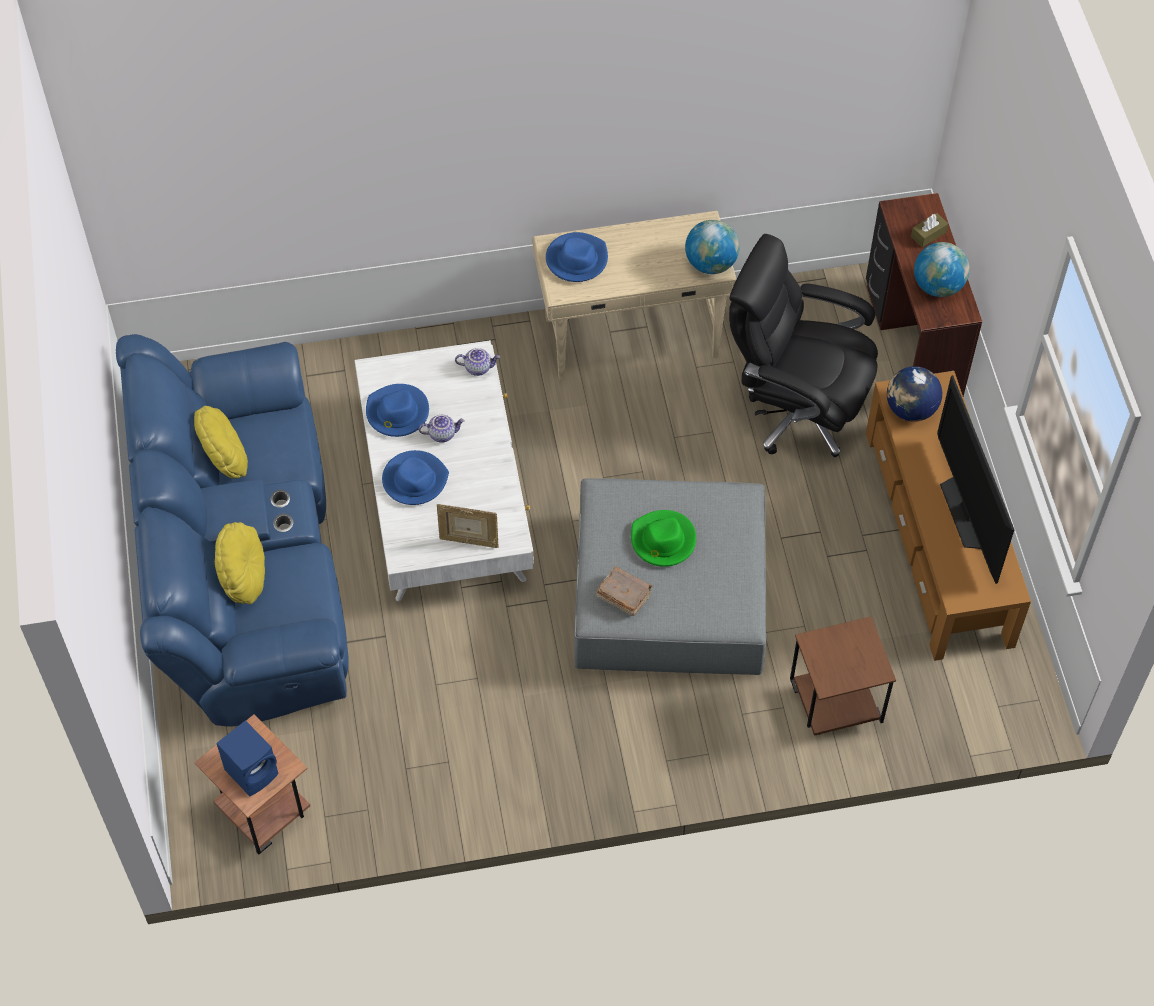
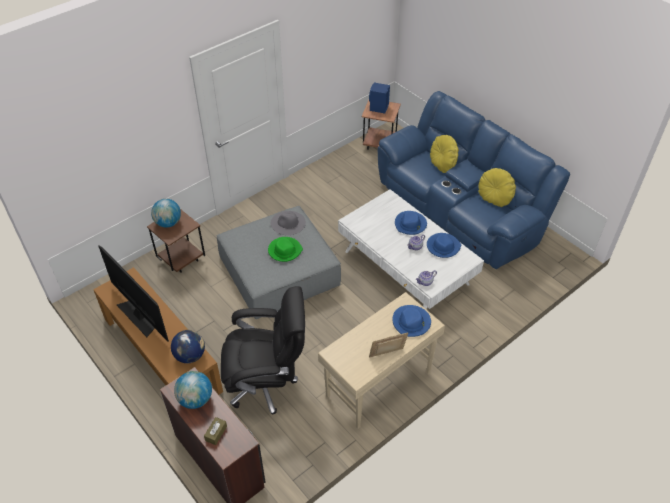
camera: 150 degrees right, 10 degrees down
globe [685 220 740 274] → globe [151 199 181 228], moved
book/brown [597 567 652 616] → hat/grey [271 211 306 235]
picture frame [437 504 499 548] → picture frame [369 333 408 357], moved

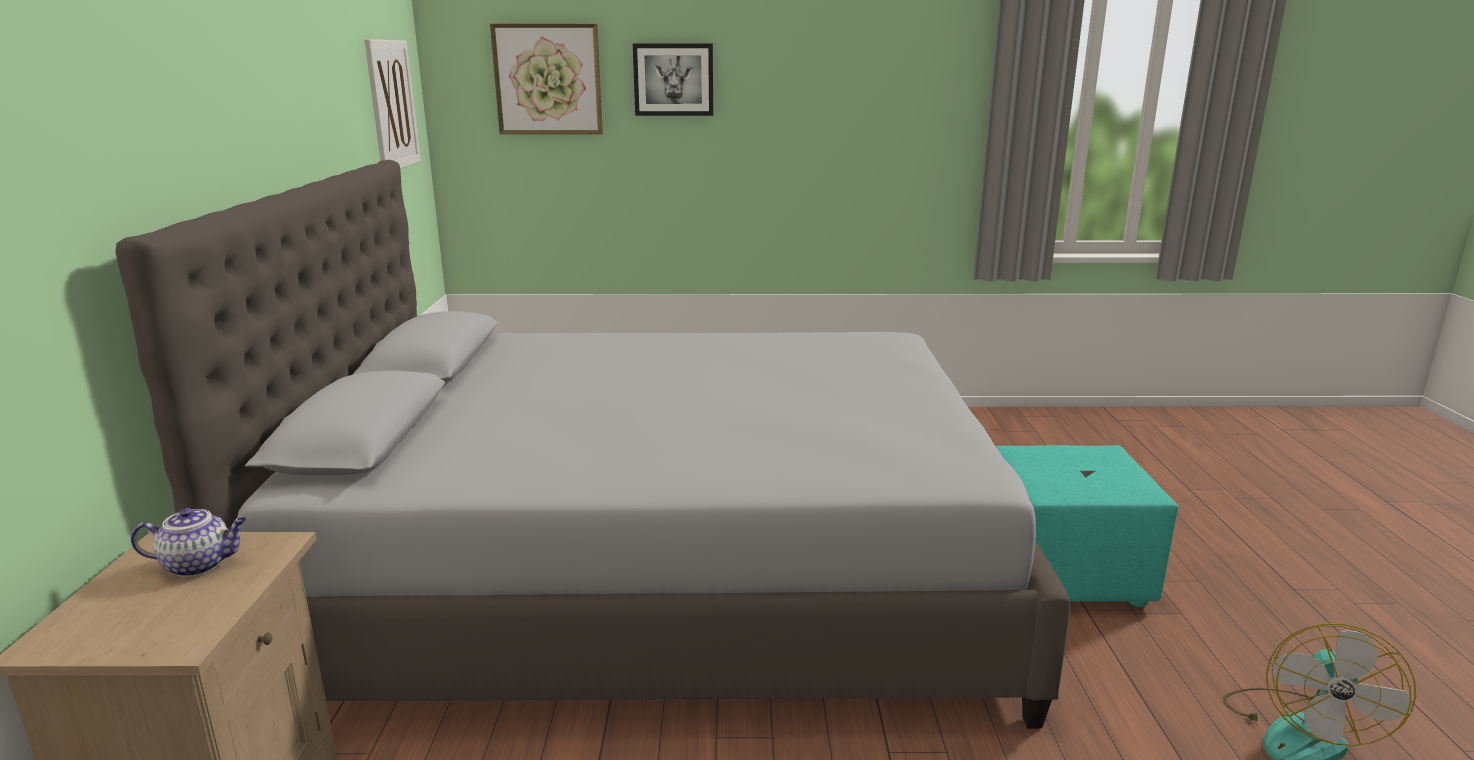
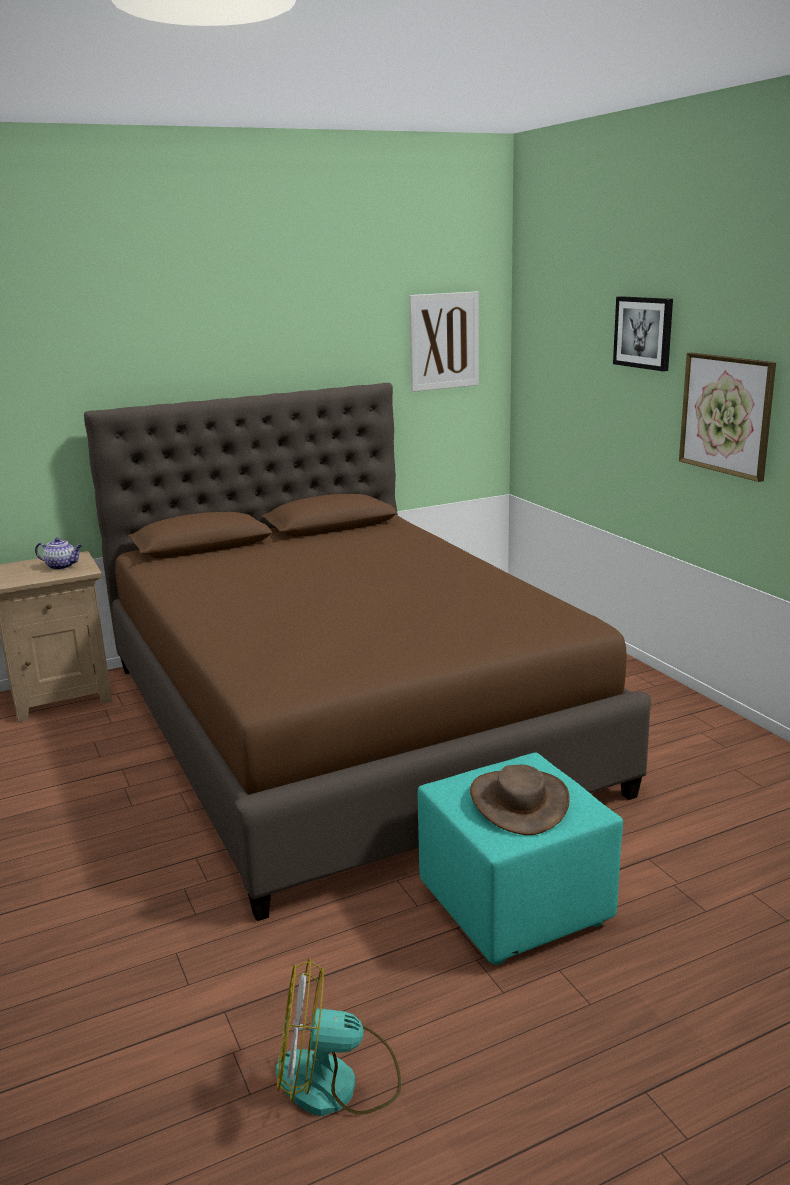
camera: 65 degrees right, 0 degrees up
teapot [131 508 247 577] → teapot [35 538 82 570], 45 degrees counterclockwise
bed/grey [115 160 1070 728] → bed/brown [84 383 651 921]
- → hat/brown [470 764 570 835]
picture [490 23 603 134] → picture [679 353 776 482], moved

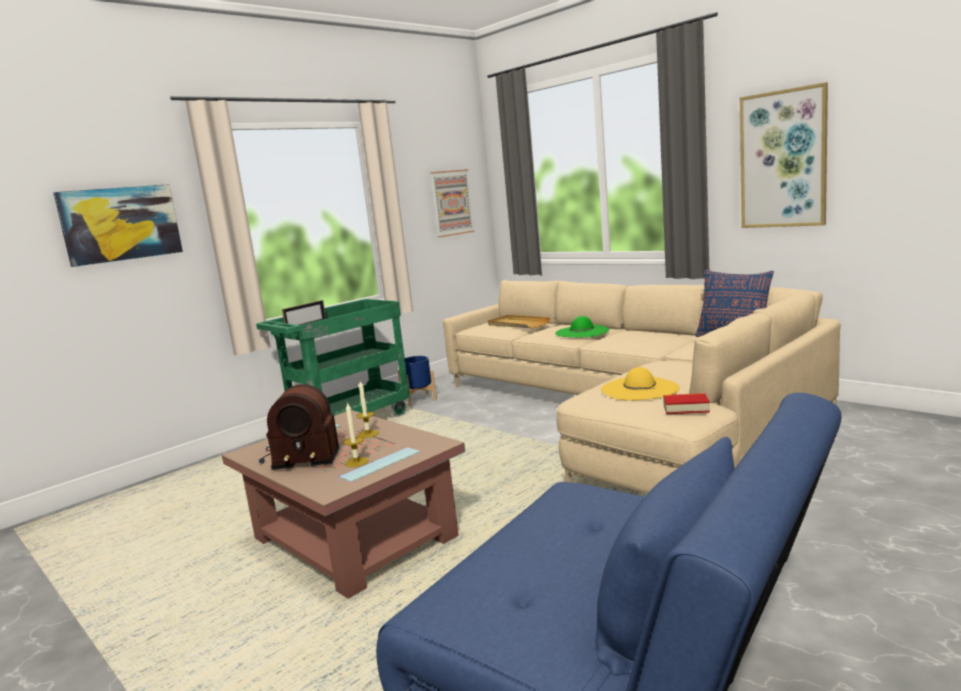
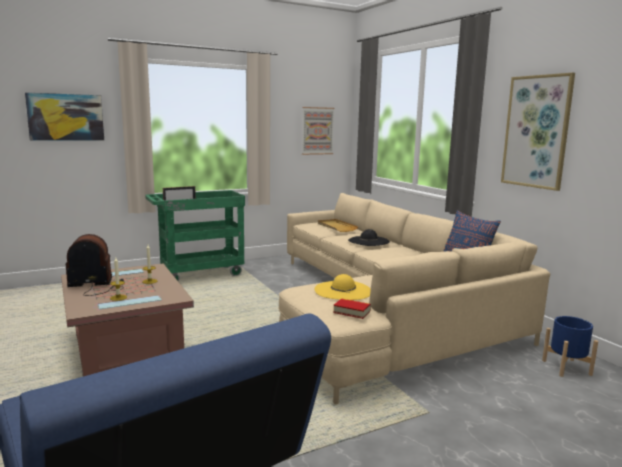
camera: 15 degrees right, 0 degrees up
radio [259 384 340 470] → radio [66 234 124 296], 150 degrees clockwise
hat/green [555 316 610 337] → hat/black [348 229 390 246]
planter/blue [398 356 437 406] → planter/blue [542 316 598 377], moved

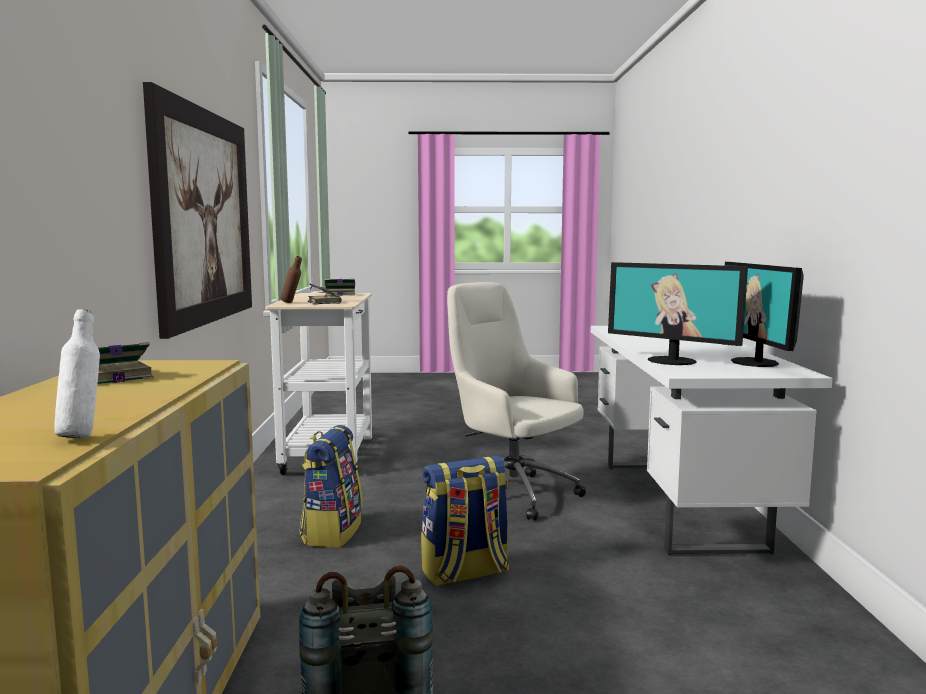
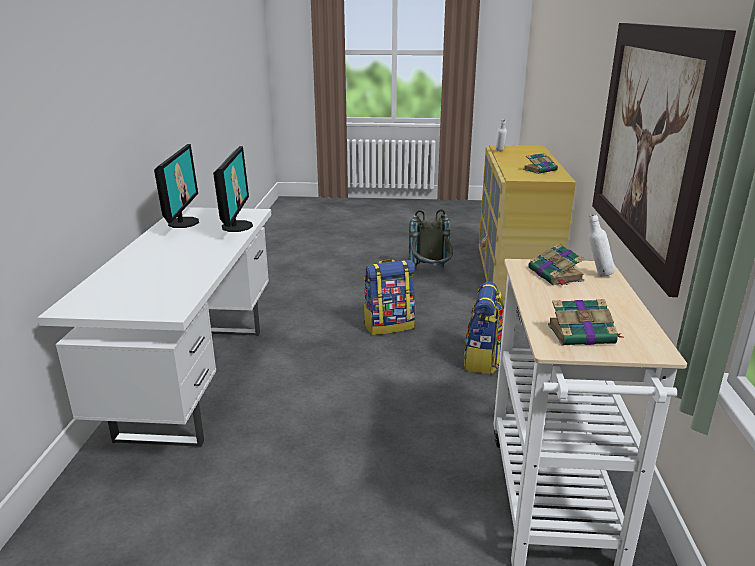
camera: 175 degrees left, 15 degrees up
monitor [608 262 748 365] → monitor [213 146 253 232], 45 degrees clockwise
bottle/brown [281 256 302 303] → bottle/white [589 214 615 277]
office chair/beige [447 282 586 520] → -

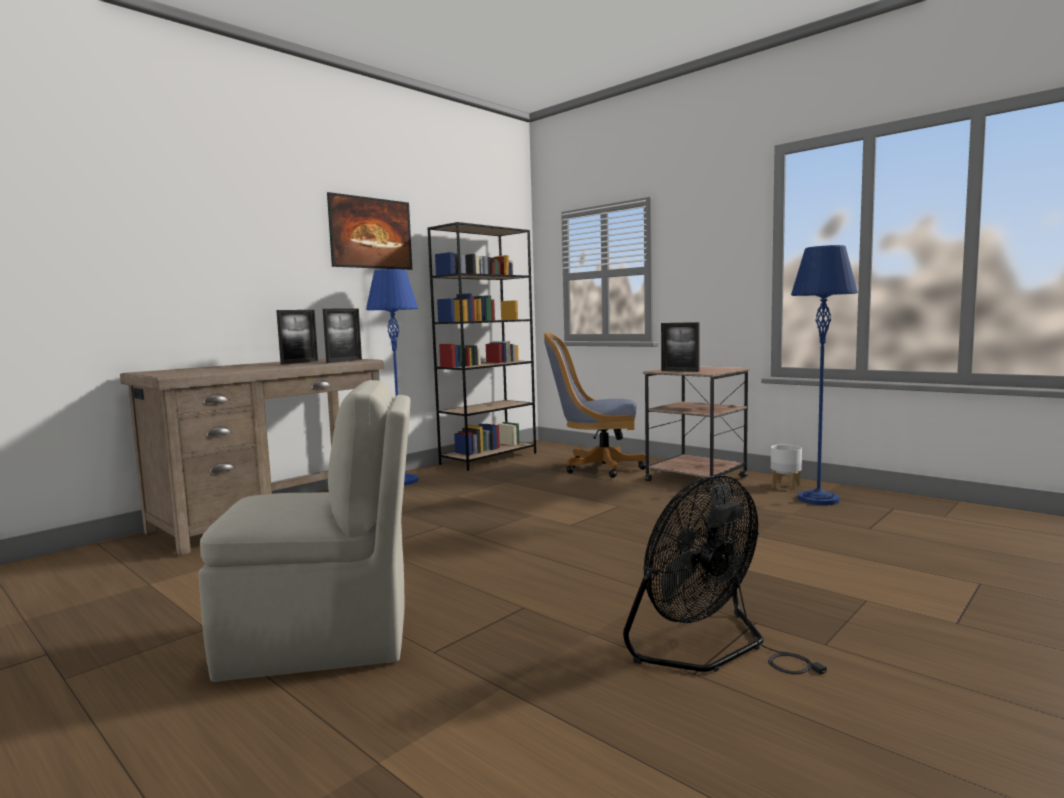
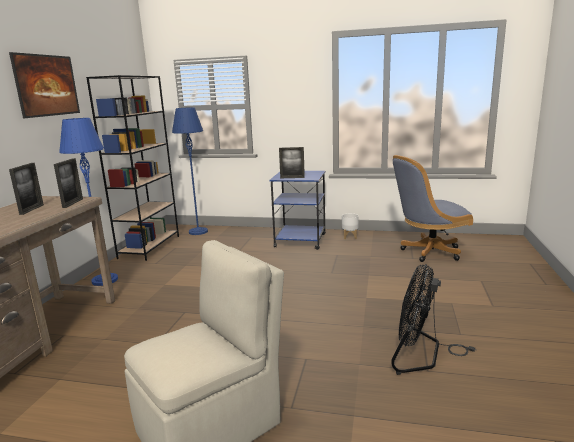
camera: 30 degrees left, 10 degrees up
floor lamp/blue [791 245 858 505] → floor lamp/blue [172 107 208 235], moved
cart/brown [643 366 750 492] → cart/blue [269 171 326 250]
office chair/blue [544 332 646 478] → office chair/blue [393 155 473 262], moved

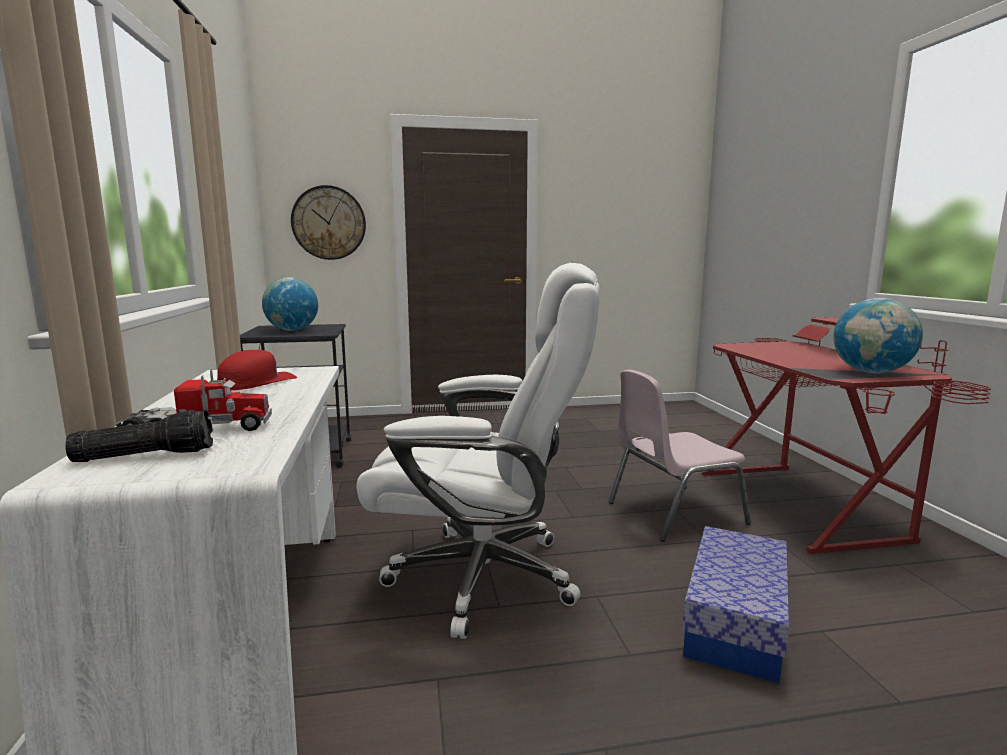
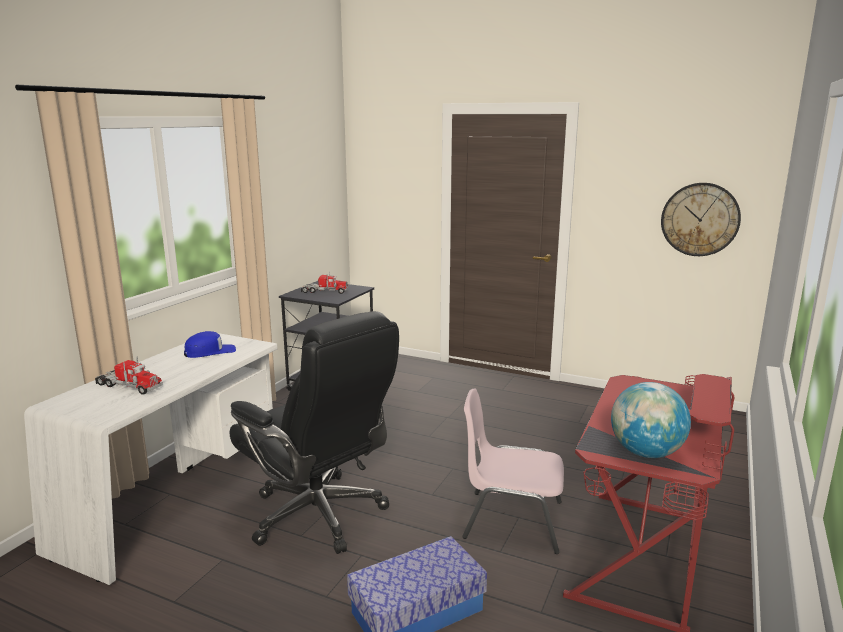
camera: 35 degrees right, 5 degrees up
cap/red [217 350 297 390] → cap/blue [184 331 236 358]
office chair/white [357 263 600 639] → office chair/black [230 311 399 554]
globe [262 278 318 331] → toy truck [301 272 348 294]
wall clock [291 185 366 260] → wall clock [661 183 741 256], moved
flashlight [65 410 213 462] → -

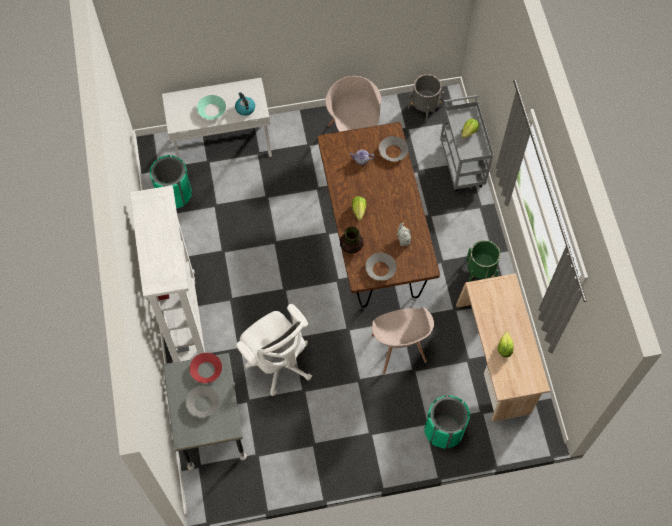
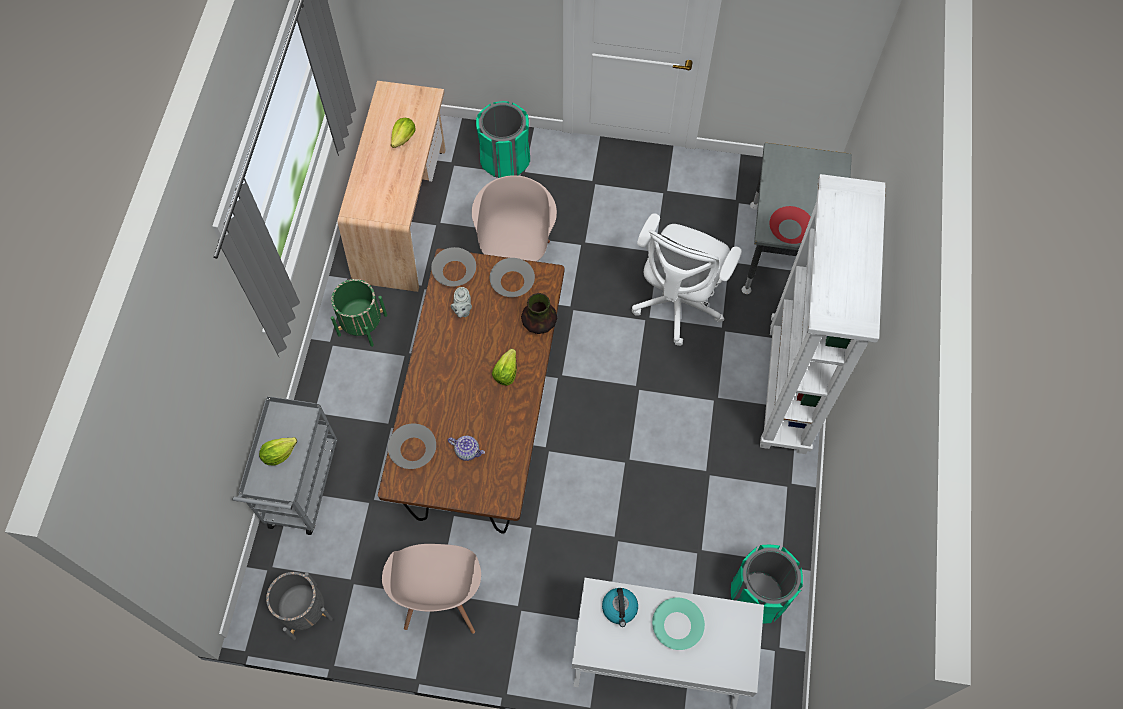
camera: 160 degrees left, 0 degrees up
bowl/grey [186 386 219 418] → bowl/grey [431 247 476 287], moved
office chair/white [236 304 312 396] → office chair/white [632 213 742 346], 135 degrees counterclockwise

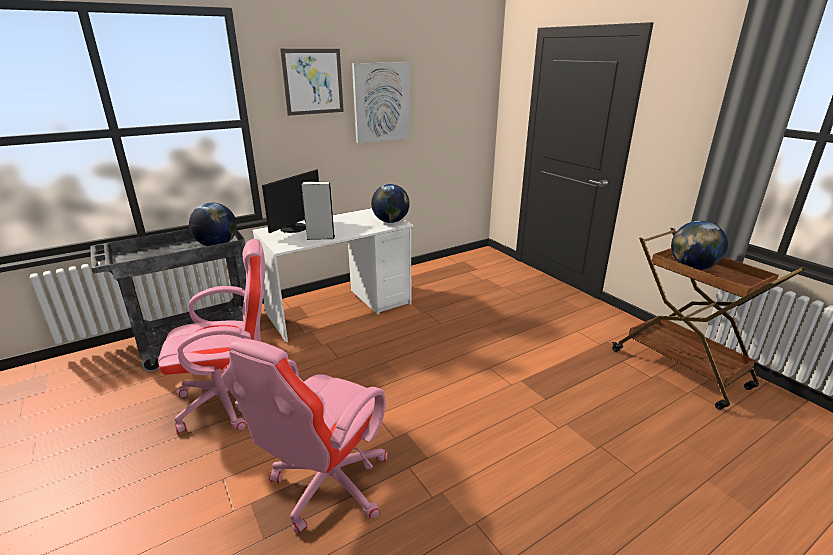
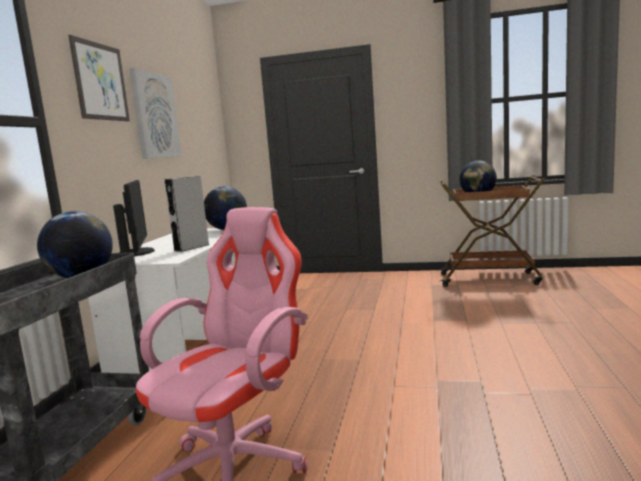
camera: 45 degrees left, 15 degrees down
office chair/pink [221 338 387 534] → -

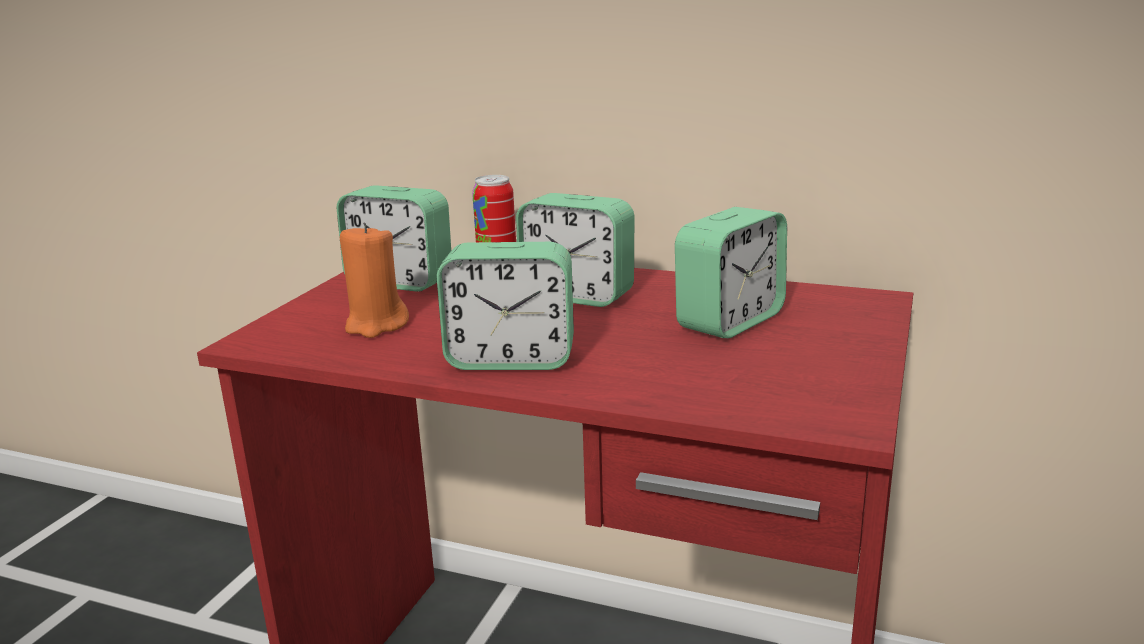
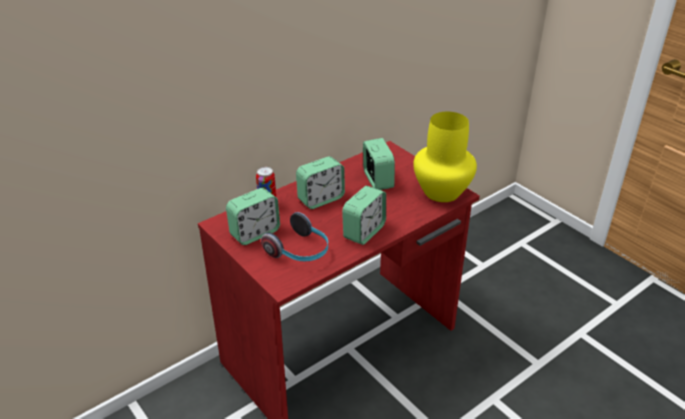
camera: 60 degrees left, 15 degrees up
candle/orange [340 223 409 338] → headphones [261 212 328 261]
- → vase/yellow [413 112 477 202]

